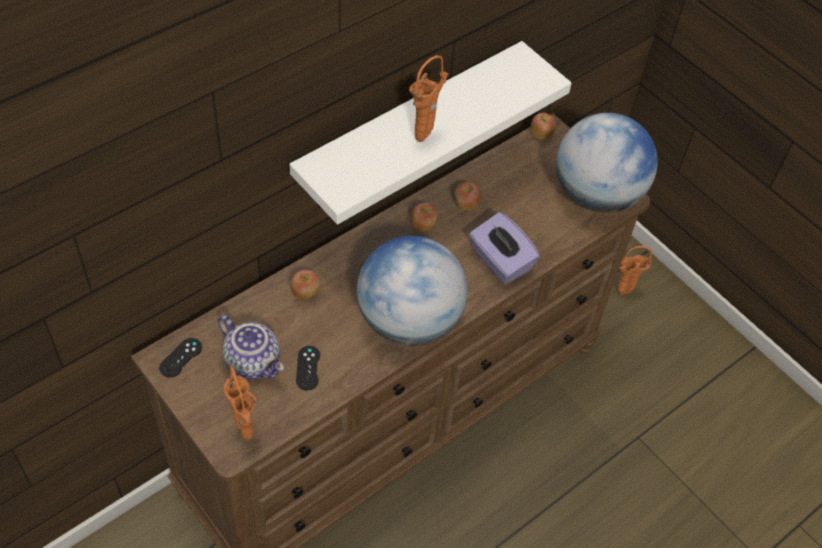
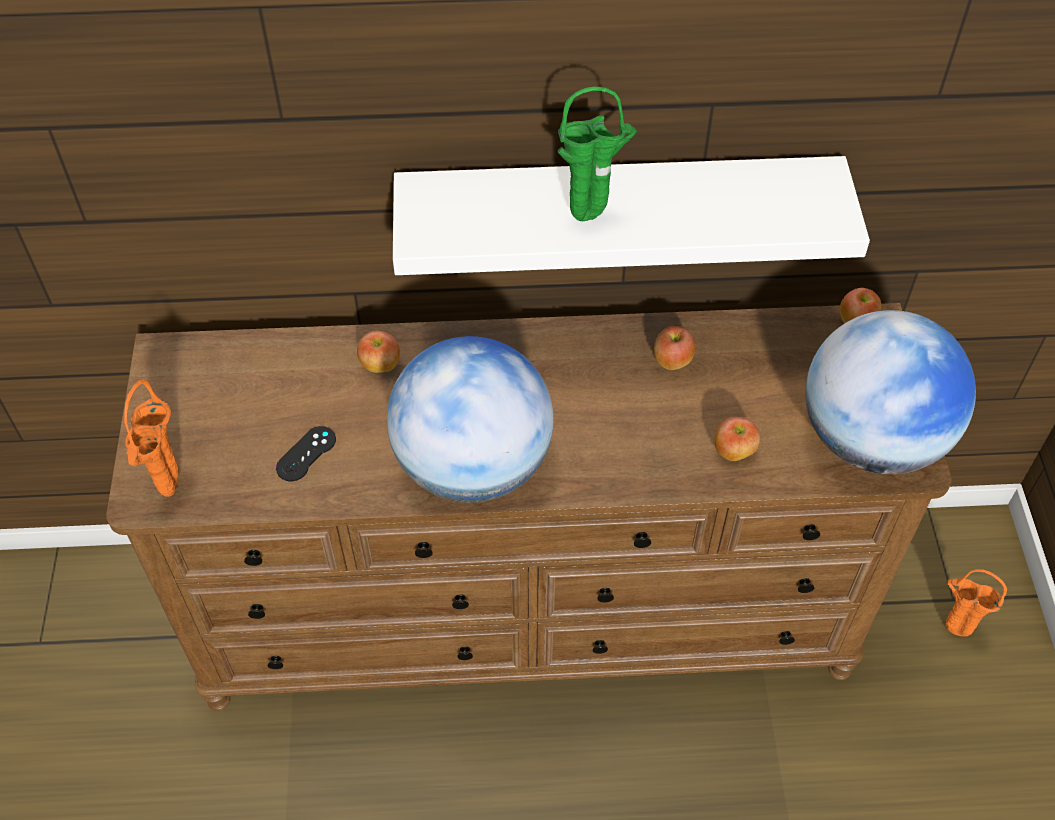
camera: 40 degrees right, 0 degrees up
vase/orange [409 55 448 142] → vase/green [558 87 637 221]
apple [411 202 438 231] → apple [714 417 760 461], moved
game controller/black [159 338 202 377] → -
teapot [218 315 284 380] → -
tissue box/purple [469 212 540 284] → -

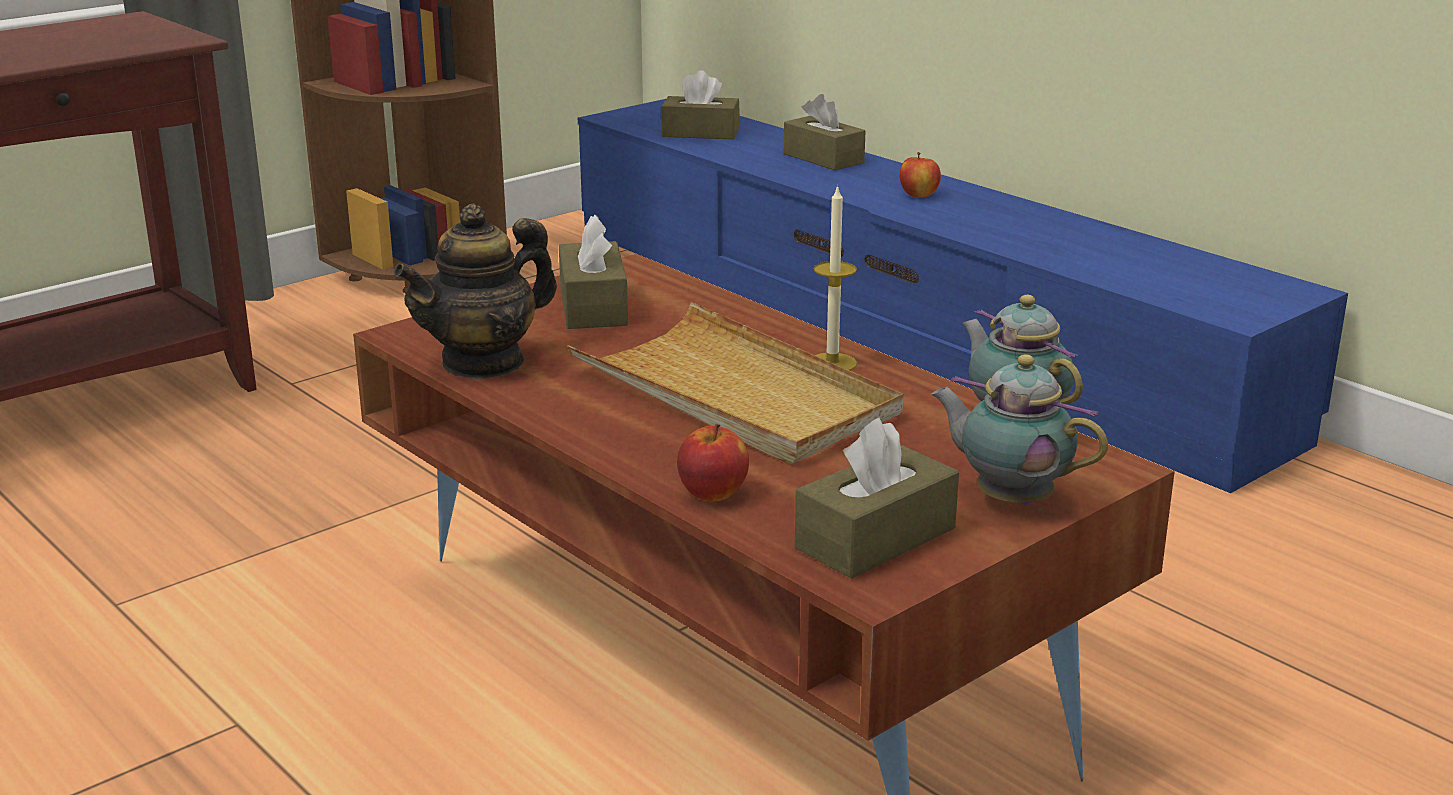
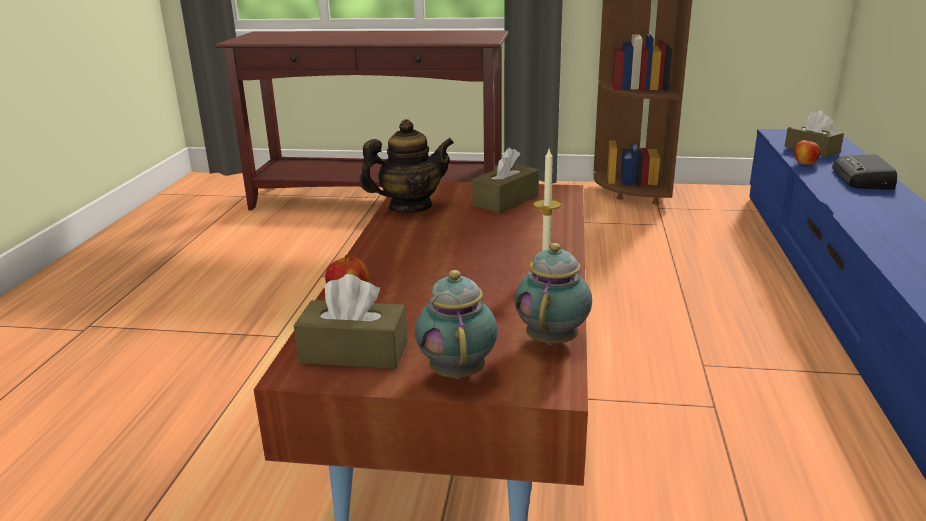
camera: 50 degrees right, 0 degrees up
teapot [393 203 557 380] → teapot [359 119 454 213], 150 degrees clockwise
apple [900 152 941 198] → apple [794 137 821 165], moved
tissue box/brown [784 94 865 170] → radio [832 154 897 190]
tray/beige [567 302 904 464] → -

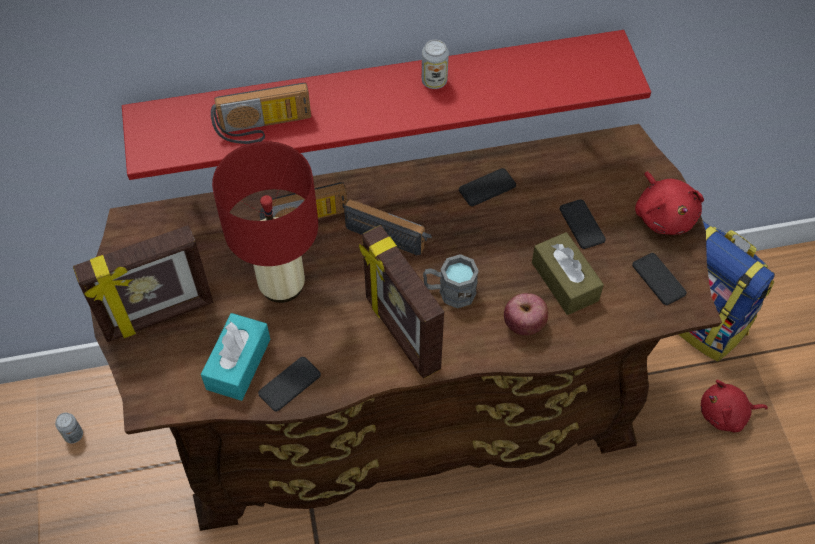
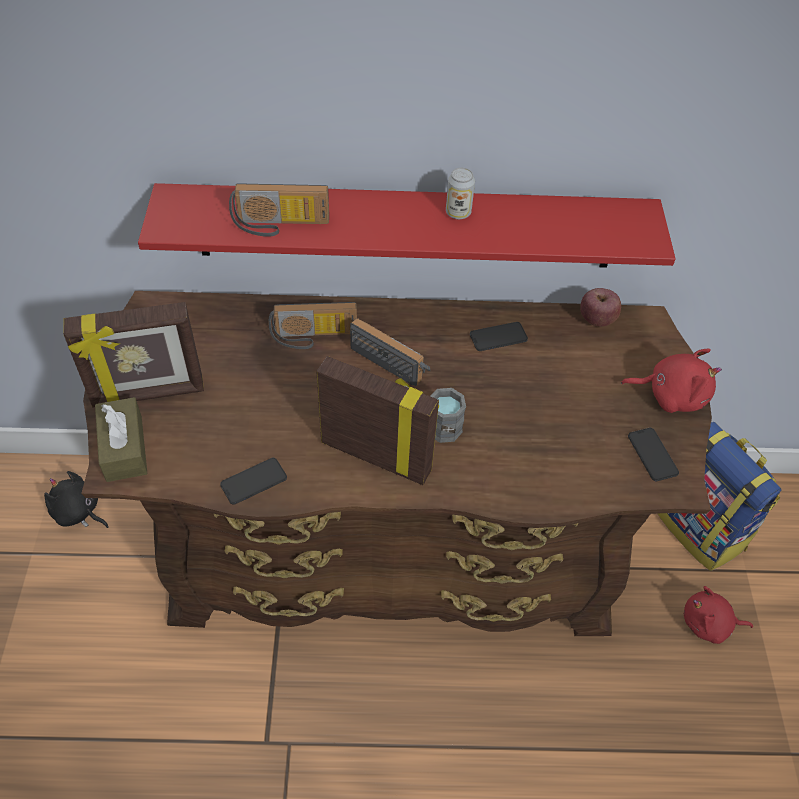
camera: 10 degrees right, 5 degrees down
can [55 413 83 443] → plush toy/black [44 471 109 528]
tissue box/brown [532 232 604 315] → tissue box/brown [95 397 147 482], moved
picture frame [359 225 444 378] → picture frame [316 356 439 485], 135 degrees clockwise
apple [504 293 548 335] → apple [580 288 621 327], moved
plush toy/red [635 171 704 235] → plush toy/red [621 348 722 413], 75 degrees counterclockwise
tissue box/turquoise [201 313 270 401] → -
table lamp/red [212 141 318 303] → -
phone [560 199 606 249] → -

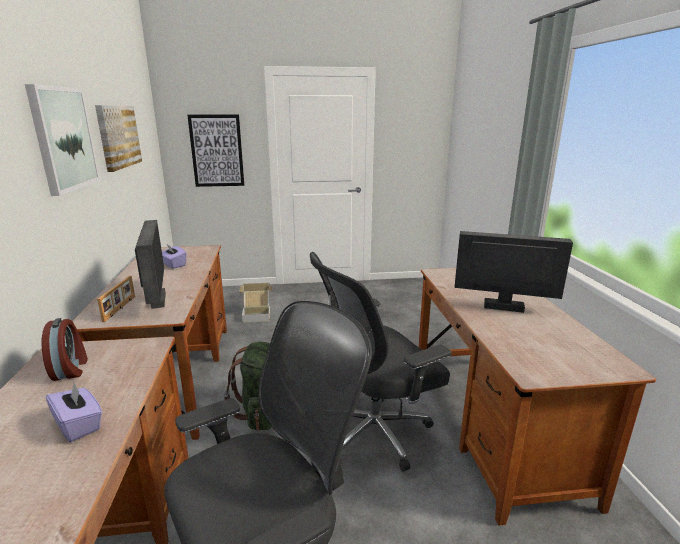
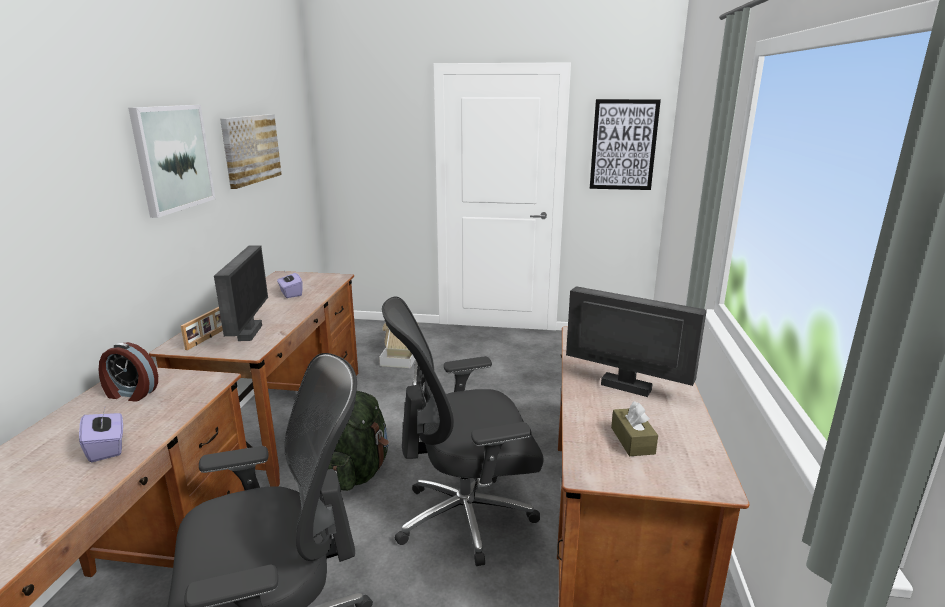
camera: 15 degrees right, 0 degrees up
alarm clock [41 318 88 381] → alarm clock [99 342 158 402], 105 degrees clockwise
picture [187 115 244 187] → picture [590 99 661 190], moved
- → tissue box/brown [611 401 658 456]

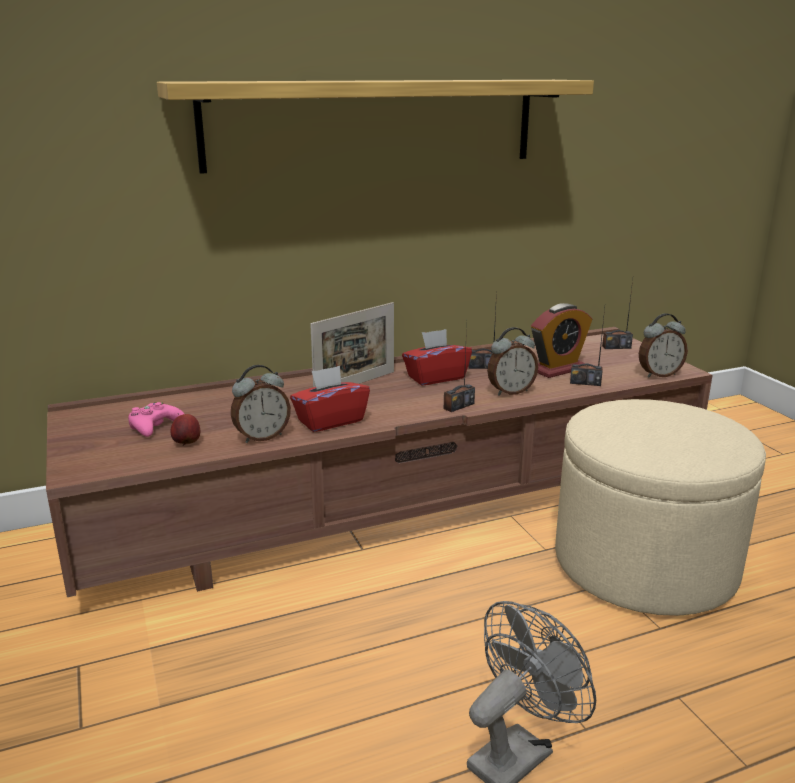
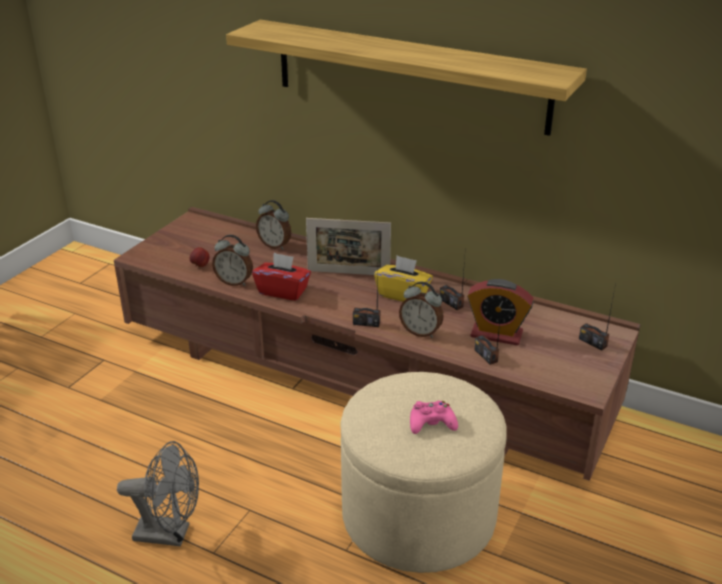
camera: 50 degrees right, 10 degrees up
alarm clock [639 313 688 378] → alarm clock [256 200 291 250], moved
tissue box/red [402 329 472 386] → tissue box/yellow [374 255 433 302]
game controller/pink [128 402 184 437] → game controller/pink [410 401 458 434], moved

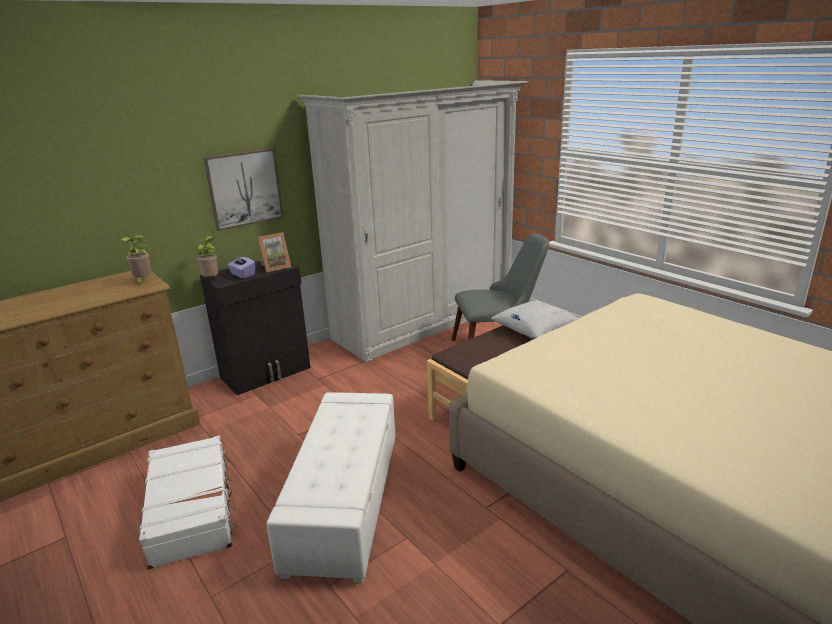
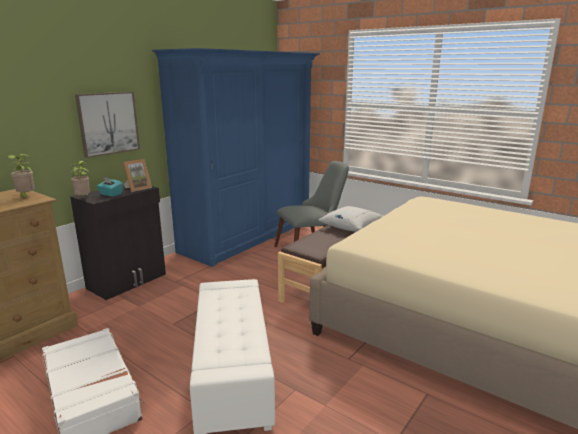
camera: 15 degrees left, 5 degrees down
tissue box/purple [227 255 255 279] → tissue box/turquoise [97 177 123 197]
wardrobe/white [298 80 529 362] → wardrobe/blue [152 48 320 267]

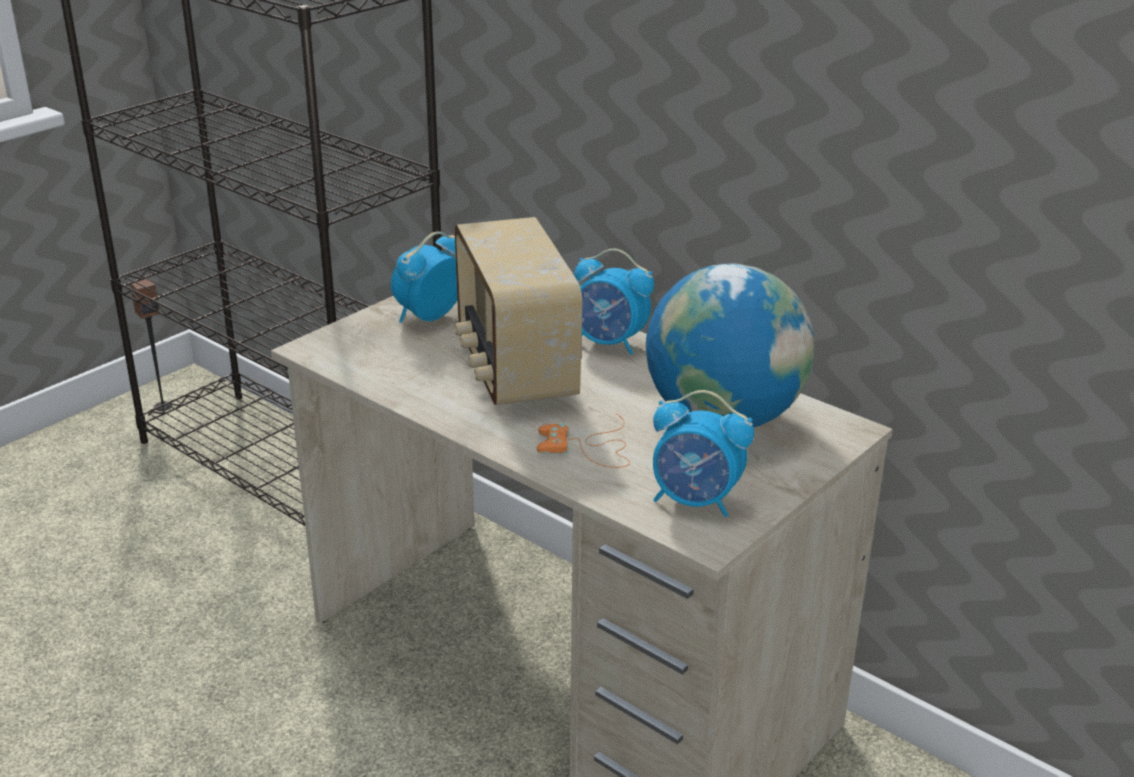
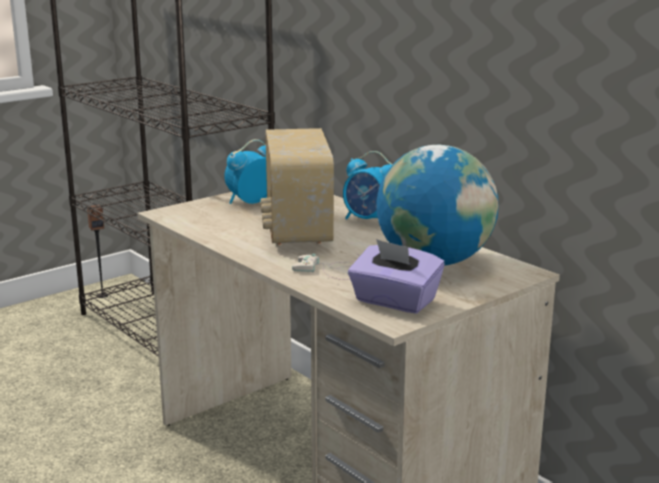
camera: 10 degrees right, 10 degrees down
game controller/orange [537 414 630 468] → game controller/white [292 253 360 280]
alarm clock [653 390 754 517] → tissue box/purple [348 239 445 314]

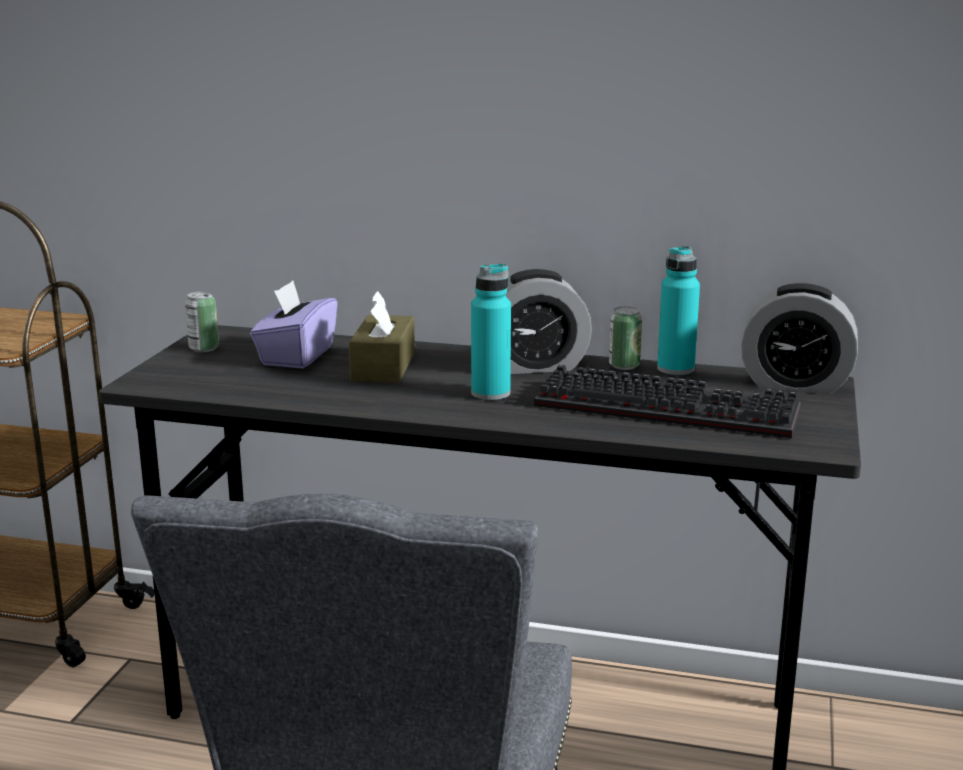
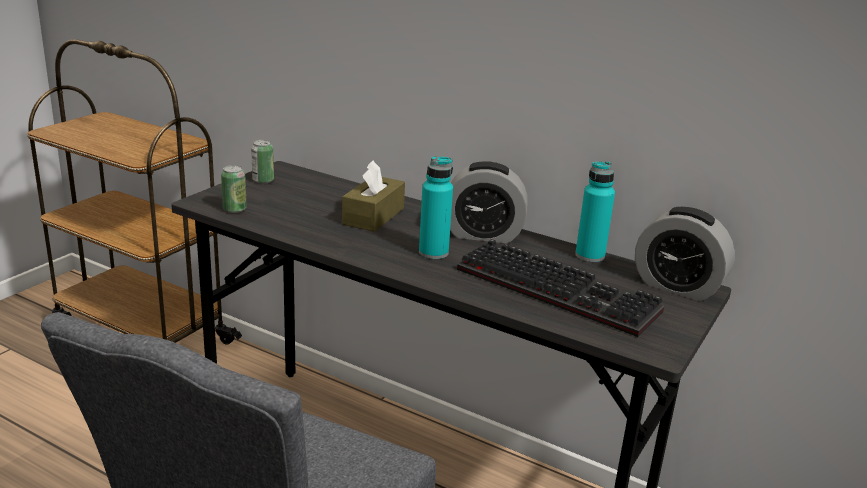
camera: 15 degrees right, 5 degrees up
can [609 306 642 370] → can [221 165 247 213], moved
tissue box/purple [250 280 338 369] → -

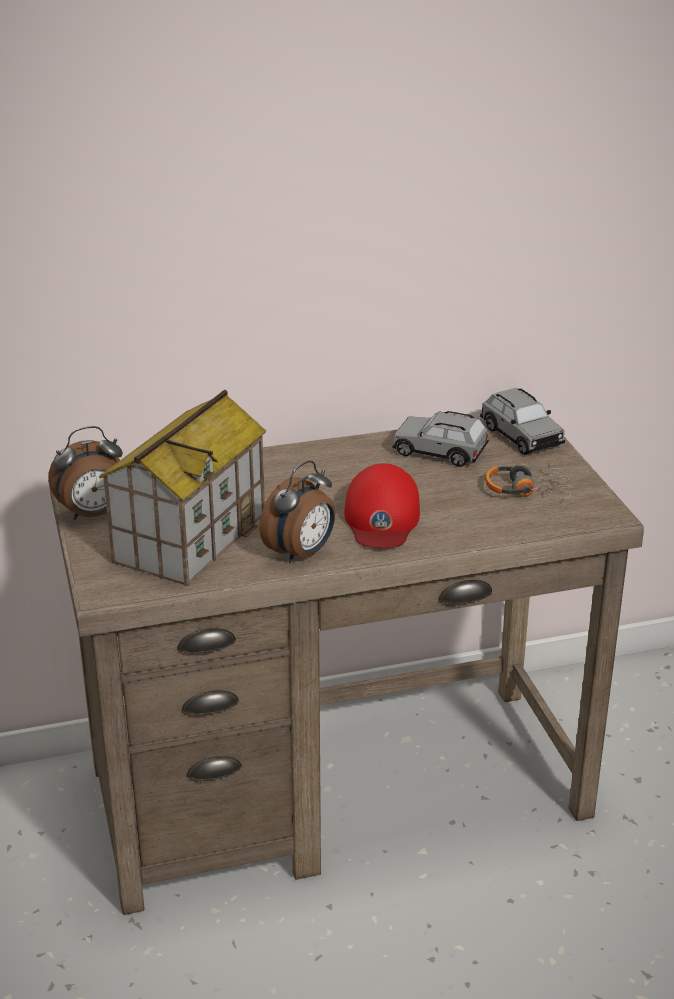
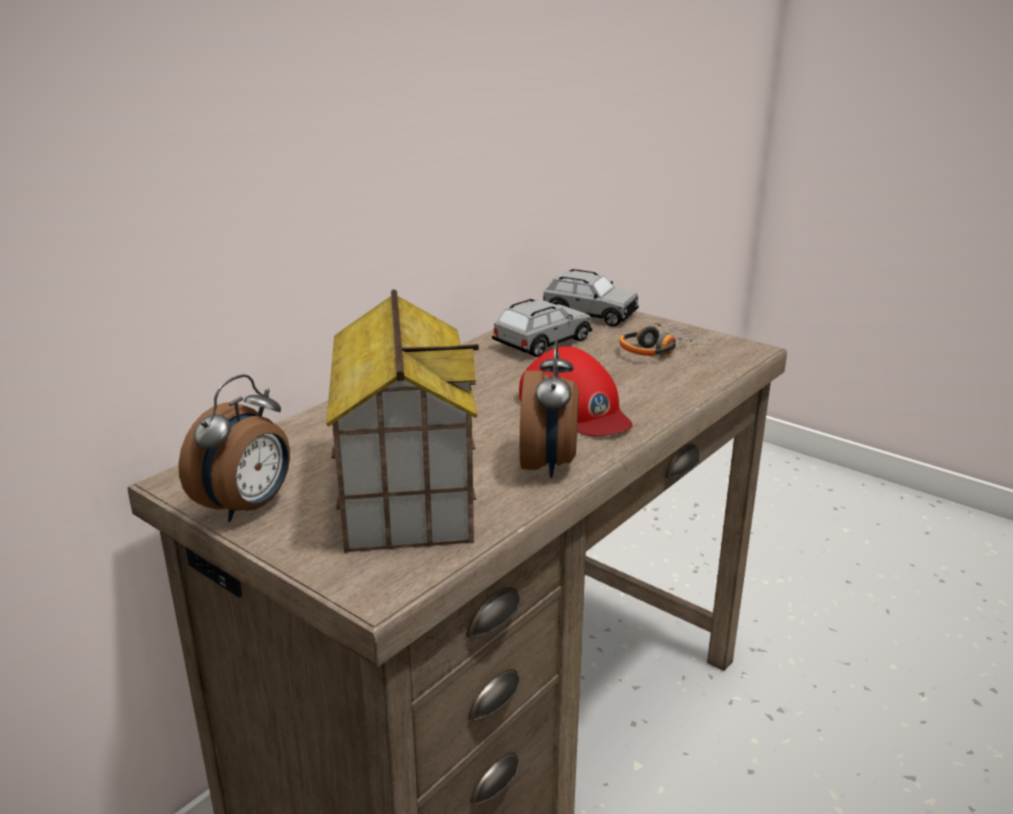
camera: 35 degrees left, 5 degrees down
toy car/grey [392 411 489 467] → toy car/grey [492 299 592 357], 150 degrees clockwise

